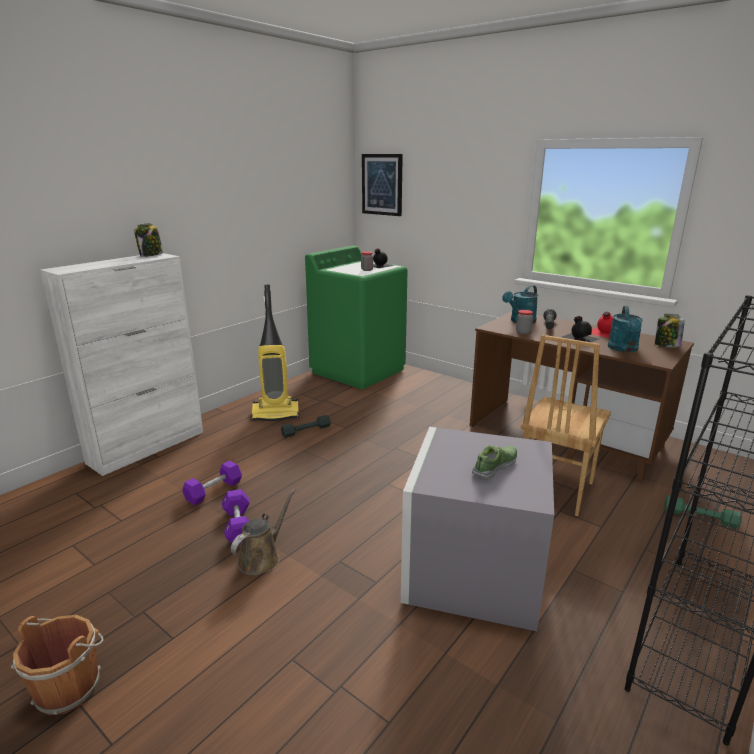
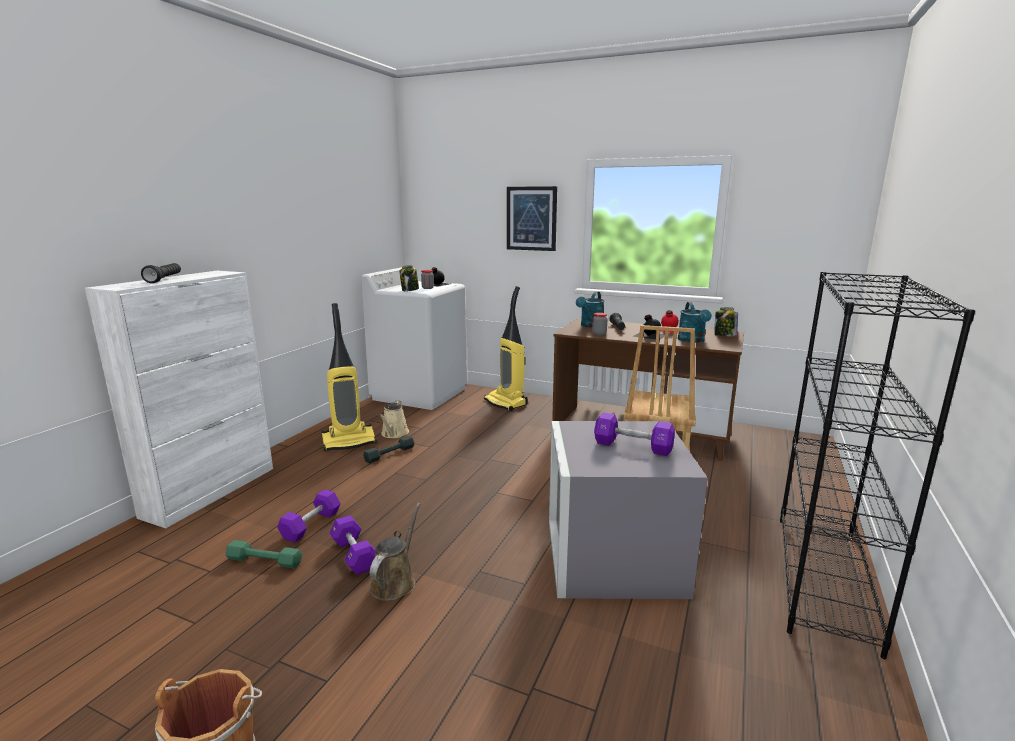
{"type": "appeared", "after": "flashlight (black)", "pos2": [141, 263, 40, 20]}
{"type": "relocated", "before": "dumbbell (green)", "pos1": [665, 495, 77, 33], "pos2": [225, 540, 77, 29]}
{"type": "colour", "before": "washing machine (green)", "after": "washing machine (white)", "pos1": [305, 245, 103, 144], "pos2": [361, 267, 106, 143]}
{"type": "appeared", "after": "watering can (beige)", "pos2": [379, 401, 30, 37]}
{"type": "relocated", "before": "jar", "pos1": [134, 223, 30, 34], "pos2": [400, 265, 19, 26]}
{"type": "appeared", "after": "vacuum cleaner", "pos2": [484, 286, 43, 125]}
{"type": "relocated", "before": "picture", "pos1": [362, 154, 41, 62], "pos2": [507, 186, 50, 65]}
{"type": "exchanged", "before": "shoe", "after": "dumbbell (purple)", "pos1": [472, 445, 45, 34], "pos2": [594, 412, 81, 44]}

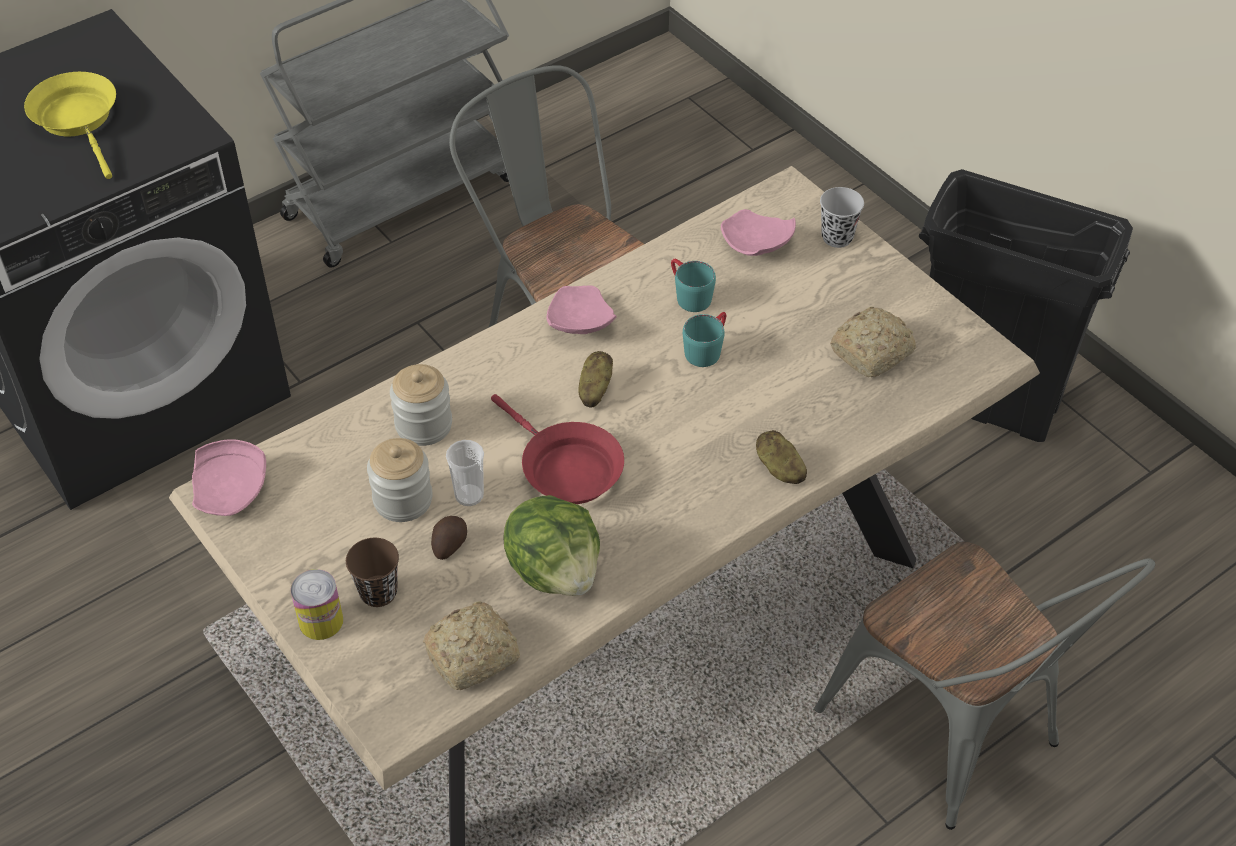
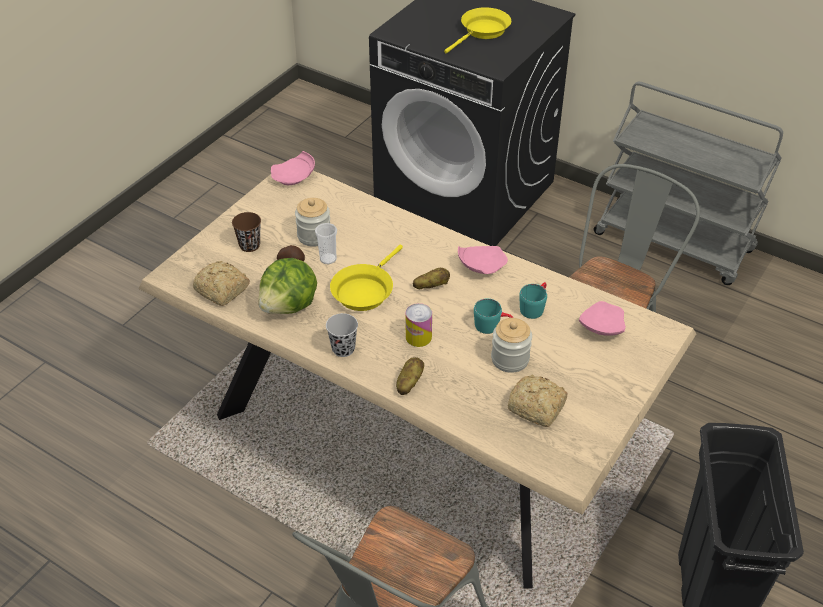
{"type": "relocated", "before": "cup (black)", "pos1": [820, 187, 44, 61], "pos2": [326, 313, 32, 44]}
{"type": "colour", "before": "frying pan (red)", "after": "frying pan (yellow)", "pos1": [491, 394, 133, 110], "pos2": [330, 245, 73, 66]}
{"type": "relocated", "before": "can", "pos1": [290, 569, 53, 71], "pos2": [406, 303, 26, 44]}
{"type": "relocated", "before": "jar", "pos1": [390, 364, 62, 82], "pos2": [491, 318, 41, 55]}

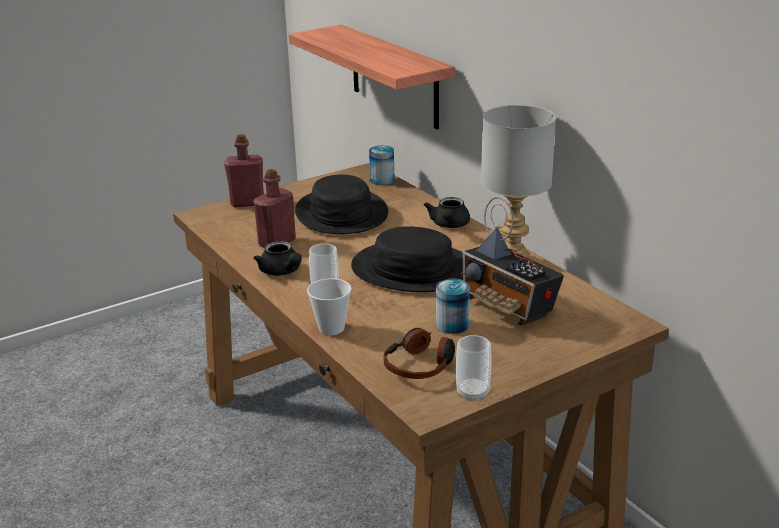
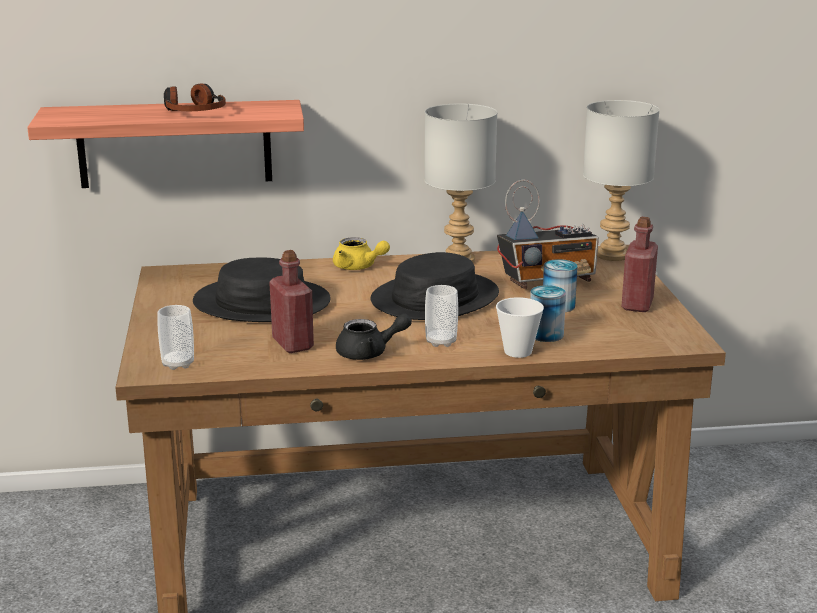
{"type": "relocated", "before": "cup", "pos1": [456, 335, 36, 67], "pos2": [157, 305, 37, 65]}
{"type": "relocated", "before": "headphones", "pos1": [384, 328, 71, 51], "pos2": [164, 84, 62, 27]}
{"type": "colour", "before": "teapot (black)", "after": "teapot (yellow)", "pos1": [424, 197, 46, 31], "pos2": [333, 237, 57, 33]}
{"type": "relocated", "before": "can", "pos1": [369, 145, 26, 40], "pos2": [530, 285, 36, 57]}
{"type": "appeared", "after": "table lamp (grey)", "pos2": [583, 100, 77, 161]}
{"type": "relocated", "before": "bottle (red)", "pos1": [224, 134, 40, 73], "pos2": [621, 217, 37, 95]}

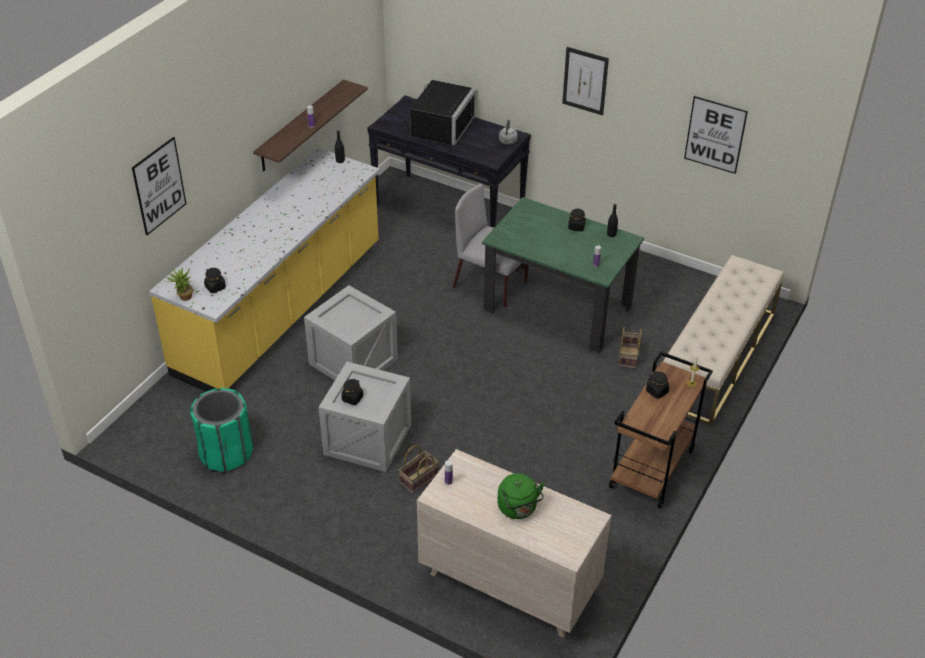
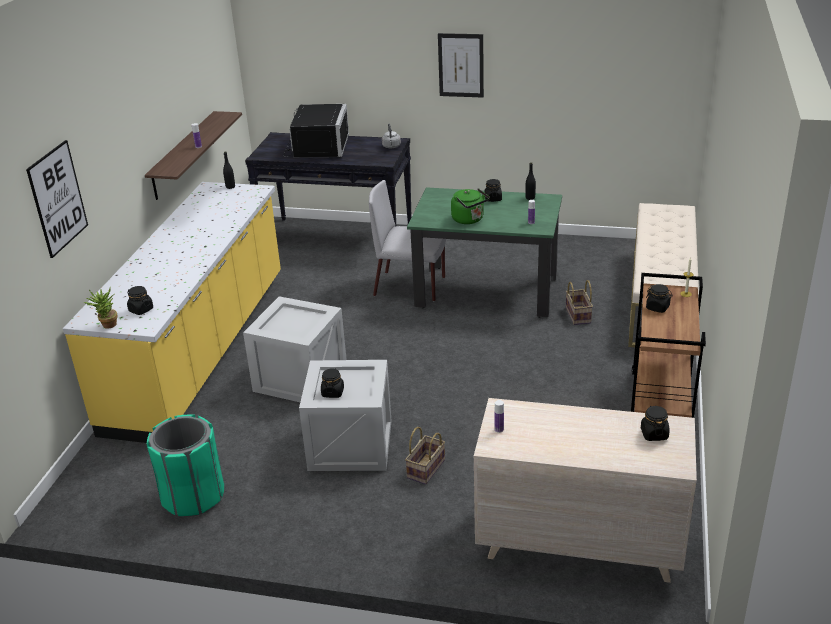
{"type": "relocated", "before": "kettle (green)", "pos1": [497, 473, 47, 46], "pos2": [451, 188, 39, 36]}
{"type": "appeared", "after": "jar (black)", "pos2": [641, 406, 29, 35]}
{"type": "missing", "before": "picture", "pos1": [684, 96, 64, 78]}

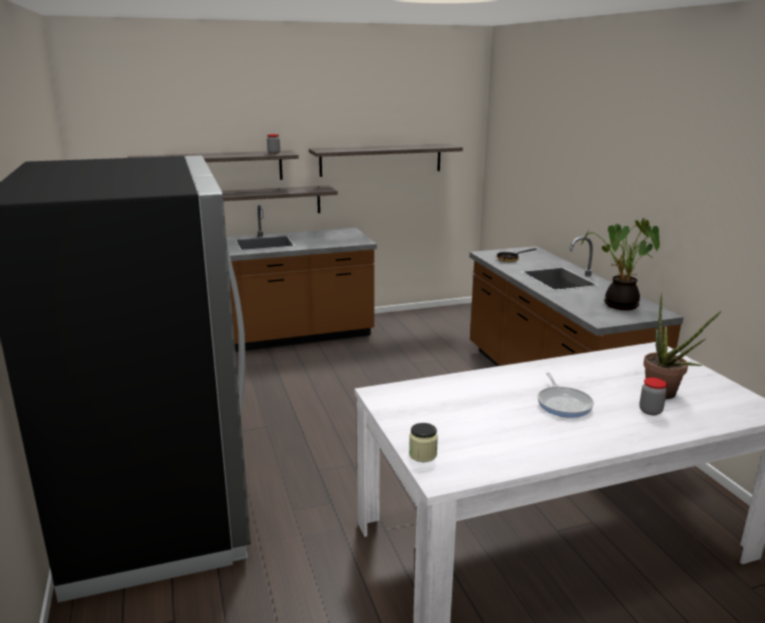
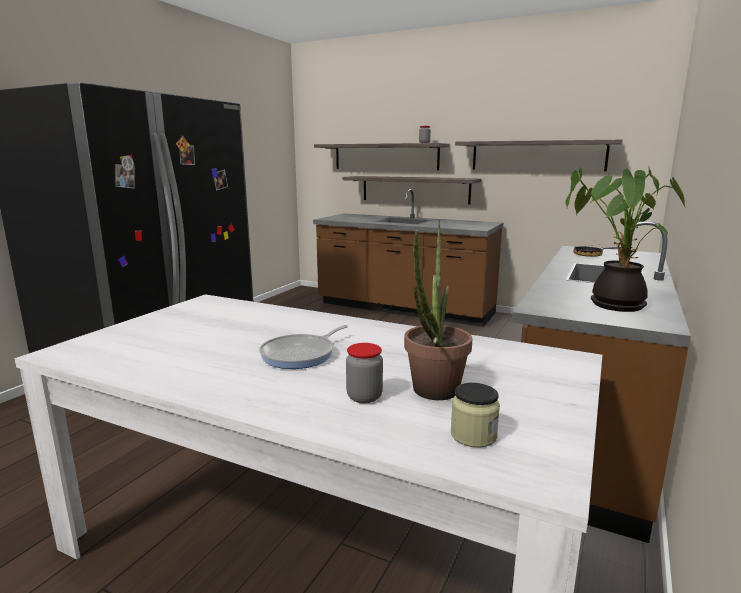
{"type": "relocated", "before": "jar", "pos1": [409, 423, 29, 39], "pos2": [451, 383, 49, 65]}

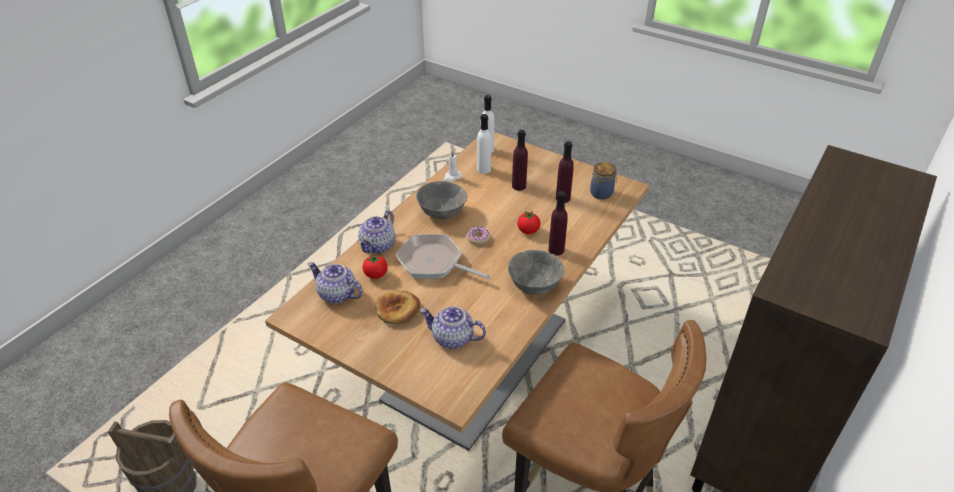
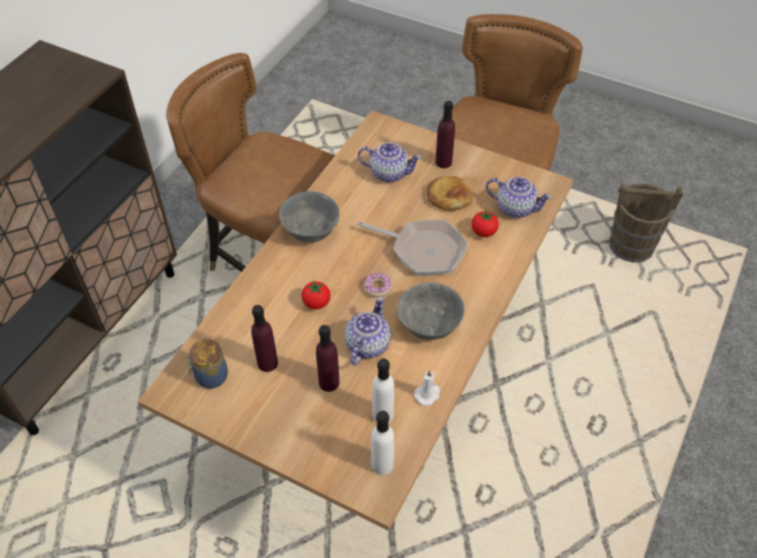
{"type": "relocated", "before": "teapot", "pos1": [358, 210, 37, 44], "pos2": [344, 297, 47, 69]}
{"type": "relocated", "before": "bottle (purple)", "pos1": [548, 191, 20, 65], "pos2": [435, 101, 20, 67]}

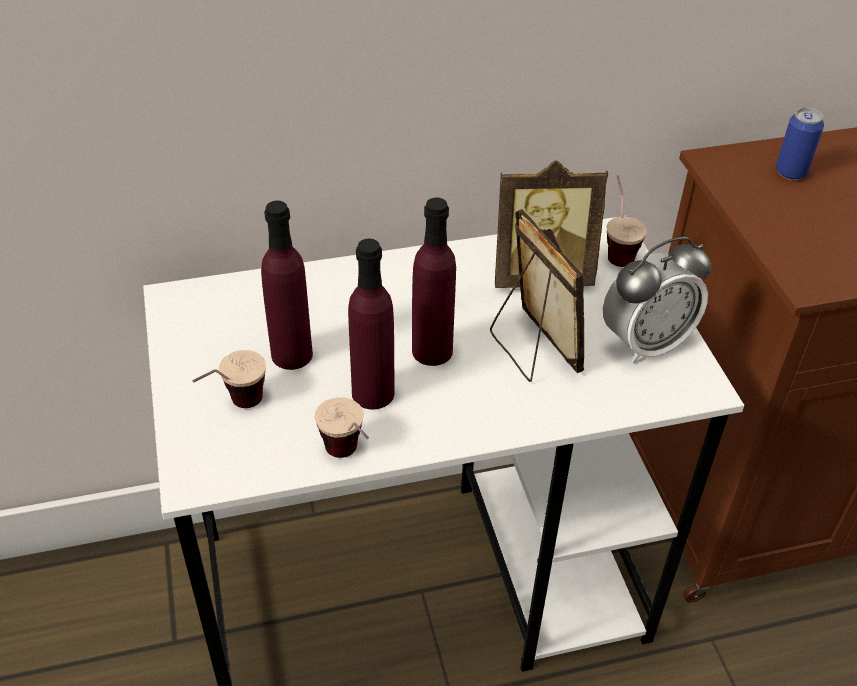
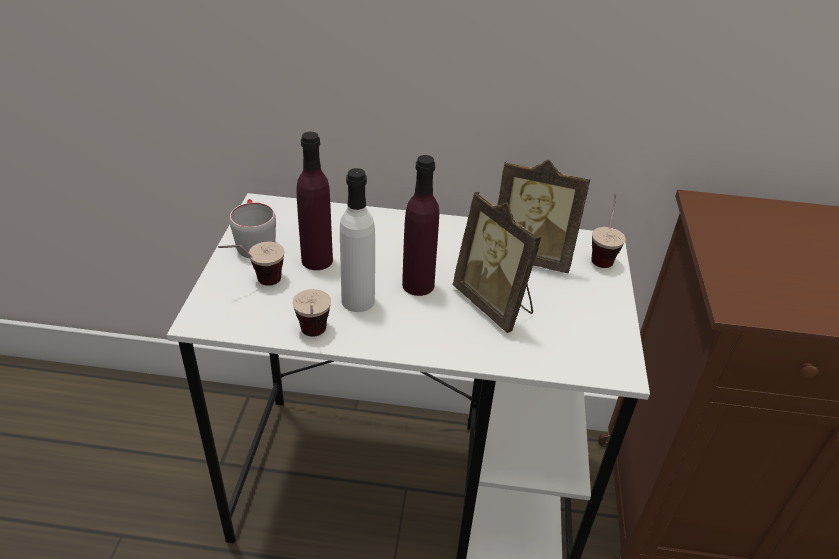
{"type": "appeared", "after": "mug (grey)", "pos2": [229, 199, 47, 59]}
{"type": "colour", "before": "bottle (purple)", "after": "bottle (white)", "pos1": [348, 238, 46, 172], "pos2": [340, 168, 35, 144]}
{"type": "spun", "before": "picture frame", "pos1": [490, 209, 94, 173], "pos2": [452, 192, 89, 141], "turn": 150}
{"type": "missing", "before": "alarm clock", "pos1": [603, 237, 108, 126]}
{"type": "missing", "before": "can", "pos1": [776, 107, 48, 73]}

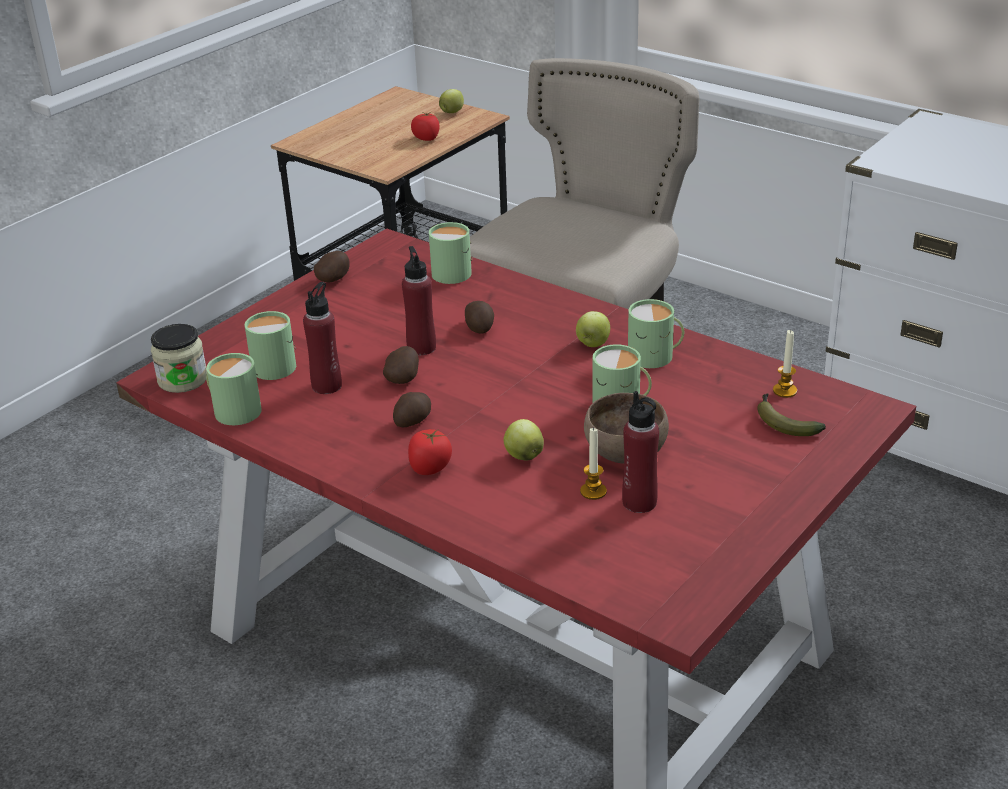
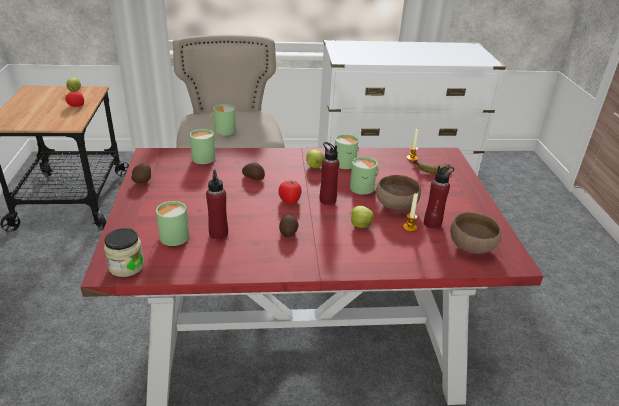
{"type": "relocated", "before": "mug (green)", "pos1": [206, 353, 56, 72], "pos2": [209, 104, 27, 31]}
{"type": "relocated", "before": "tomato", "pos1": [408, 429, 44, 46], "pos2": [278, 179, 24, 25]}
{"type": "relocated", "before": "bottle (red)", "pos1": [402, 246, 34, 109], "pos2": [320, 142, 19, 63]}
{"type": "appeared", "after": "bowl (brown)", "pos2": [450, 212, 51, 42]}
{"type": "missing", "before": "potato", "pos1": [383, 346, 36, 38]}

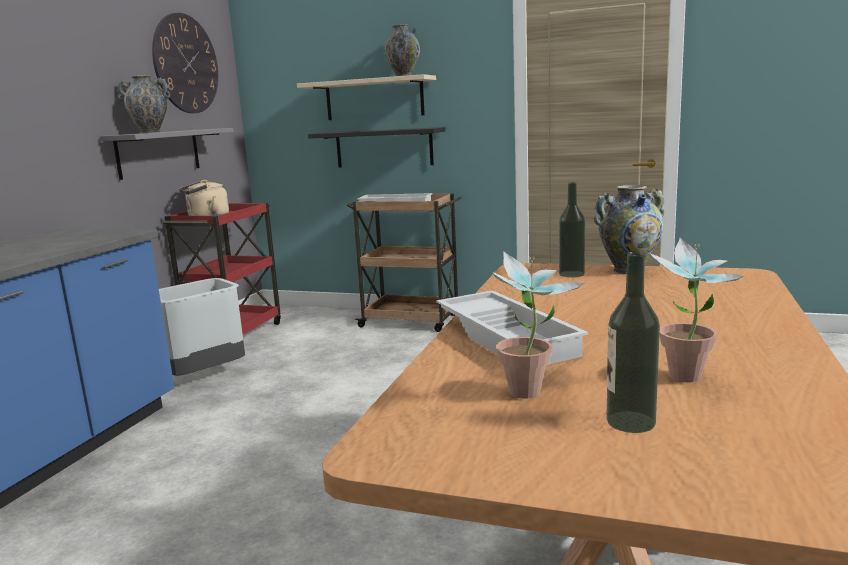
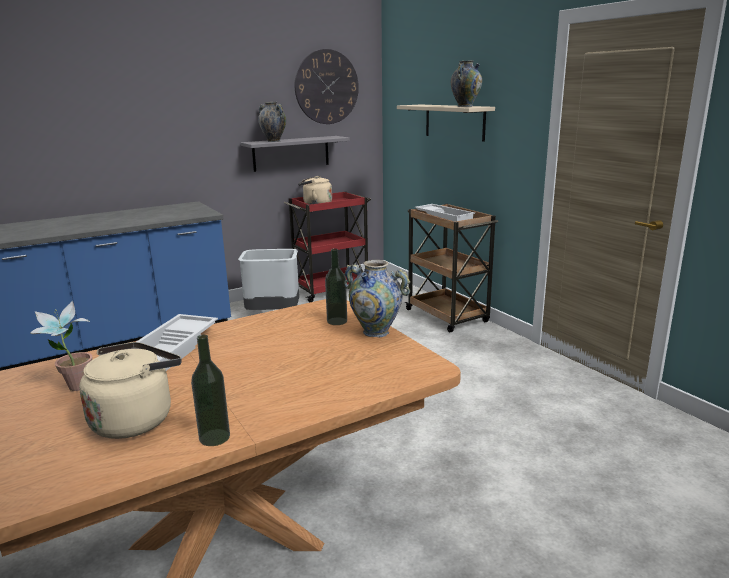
{"type": "exchanged", "before": "potted plant", "after": "kettle (beige)", "pos1": [650, 238, 94, 144], "pos2": [79, 342, 103, 97]}
{"type": "relocated", "before": "bottle", "pos1": [606, 252, 54, 181], "pos2": [191, 335, 39, 111]}
{"type": "missing", "before": "shelf (black)", "pos1": [308, 127, 137, 41]}

